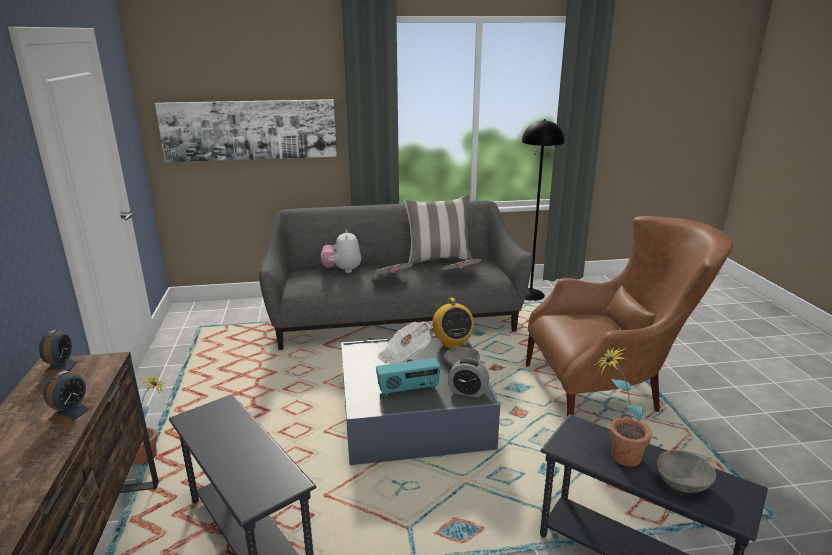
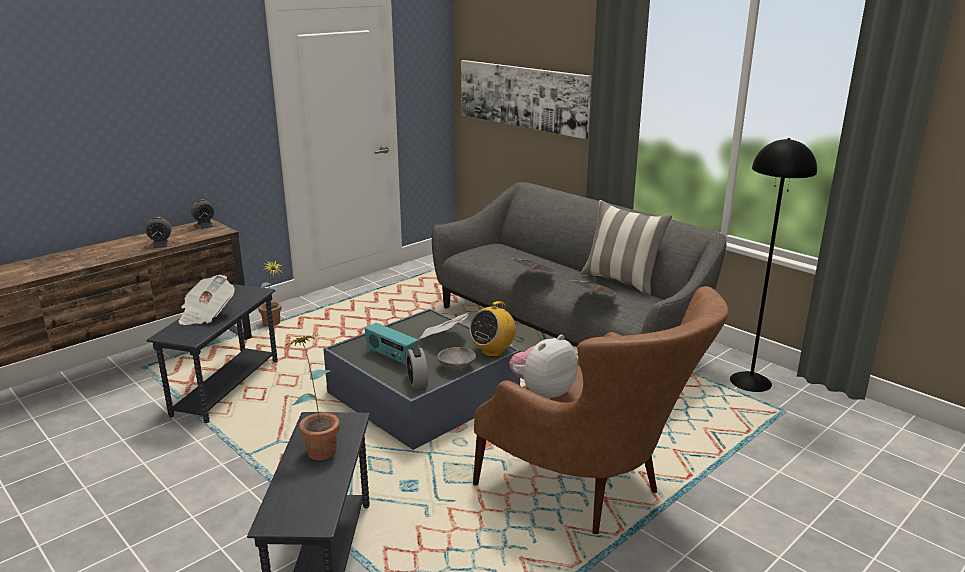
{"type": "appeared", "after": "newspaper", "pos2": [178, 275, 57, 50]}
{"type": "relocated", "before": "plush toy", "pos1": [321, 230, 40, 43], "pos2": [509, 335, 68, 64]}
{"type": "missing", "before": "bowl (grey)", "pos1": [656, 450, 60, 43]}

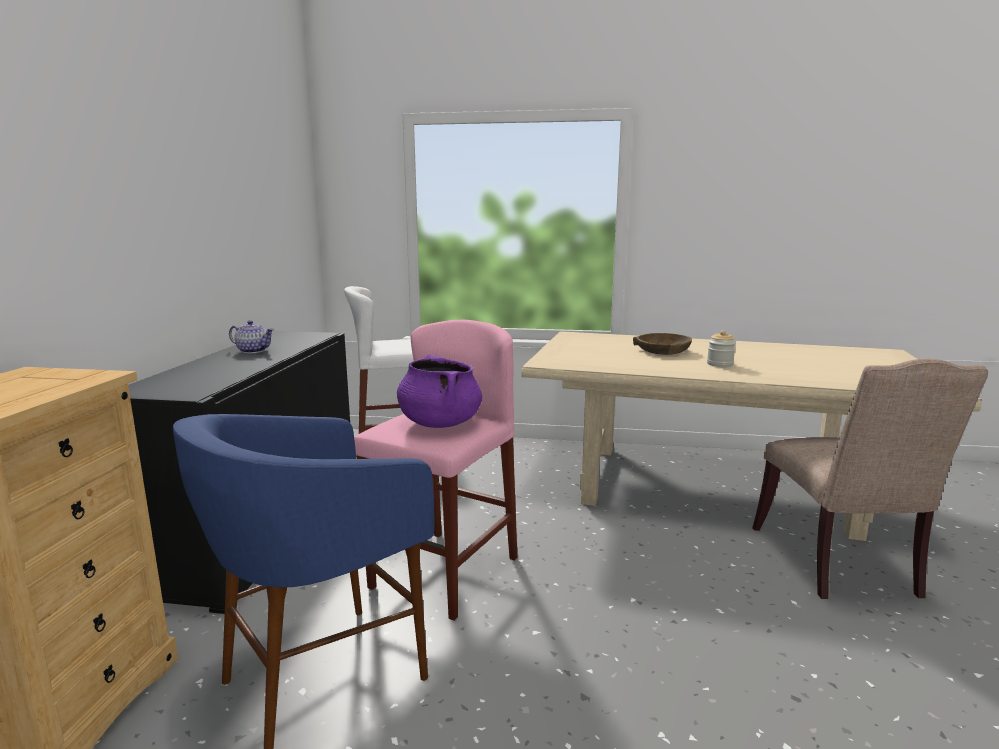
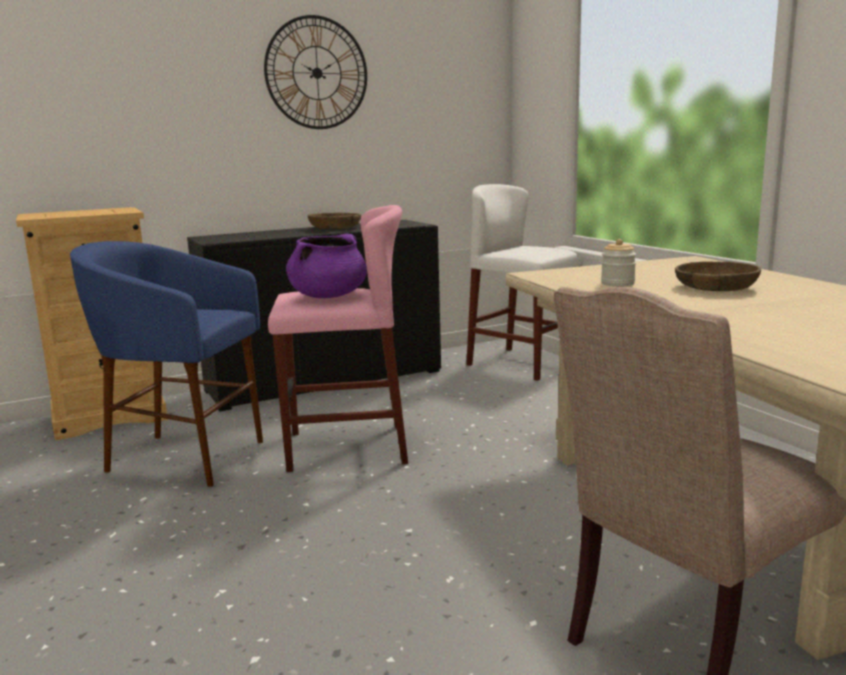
{"type": "appeared", "after": "wall clock", "pos2": [264, 15, 103, 114]}
{"type": "exchanged", "before": "teapot", "after": "bowl (brown)", "pos1": [229, 320, 45, 33], "pos2": [307, 213, 54, 16]}
{"type": "relocated", "before": "jar", "pos1": [707, 331, 29, 36], "pos2": [601, 239, 35, 47]}

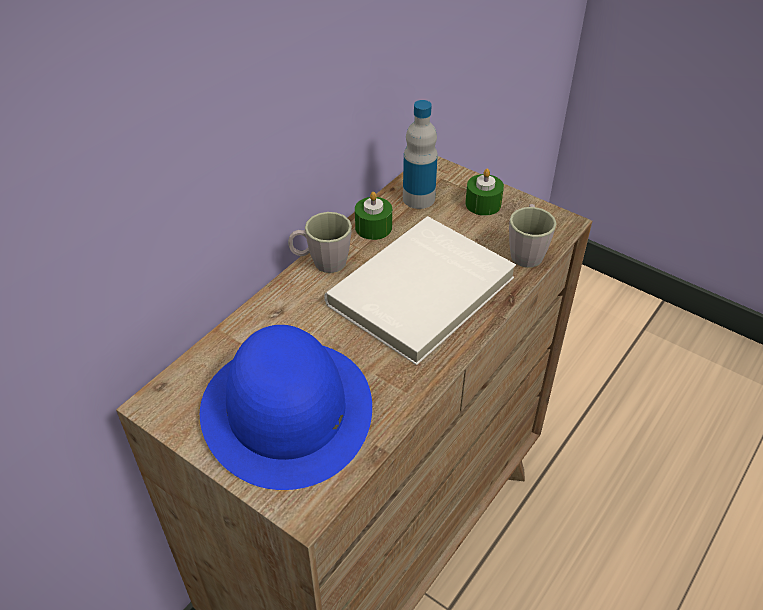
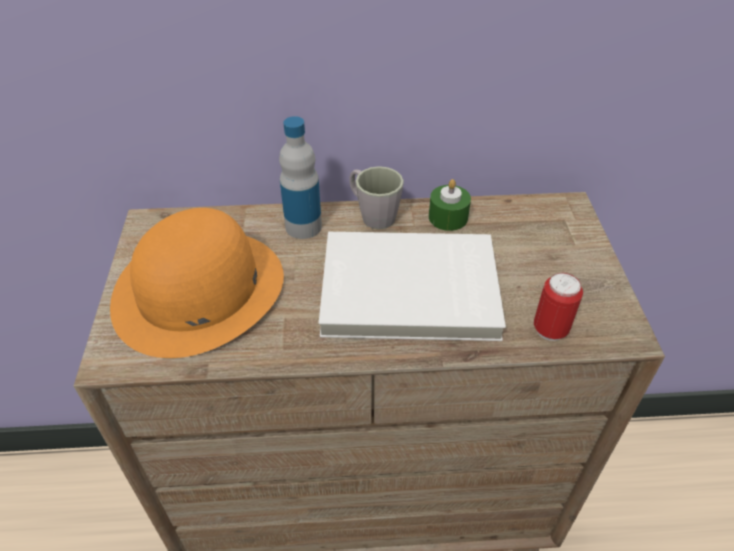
{"type": "colour", "before": "hat (blue)", "after": "hat (orange)", "pos1": [200, 325, 172, 165], "pos2": [110, 208, 174, 150]}
{"type": "relocated", "before": "bottle", "pos1": [403, 100, 35, 109], "pos2": [279, 116, 43, 123]}
{"type": "exchanged", "before": "mug (grey)", "after": "can", "pos1": [509, 204, 48, 64], "pos2": [534, 273, 49, 68]}
{"type": "missing", "before": "candle (green)", "pos1": [465, 168, 39, 48]}

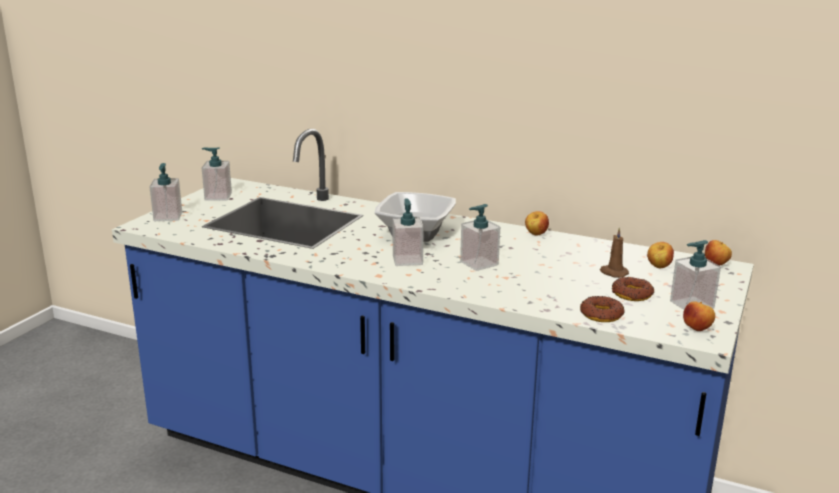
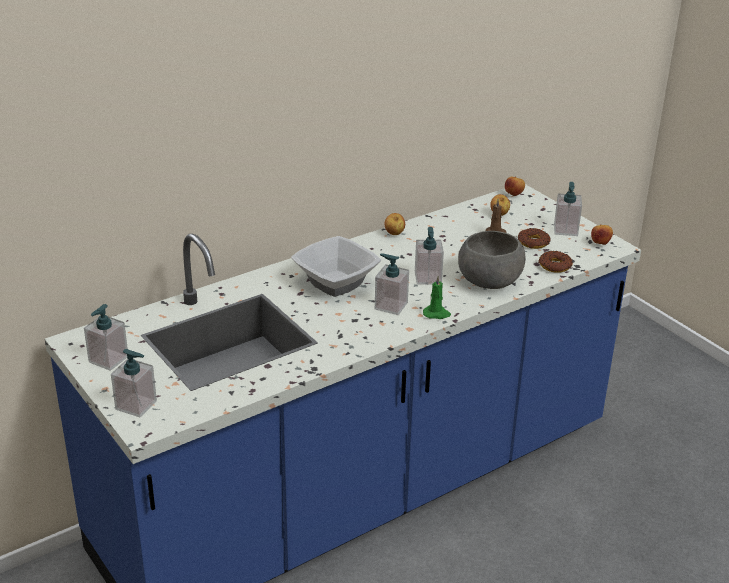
{"type": "appeared", "after": "candle (green)", "pos2": [423, 276, 28, 43]}
{"type": "appeared", "after": "bowl (grey)", "pos2": [458, 231, 67, 58]}

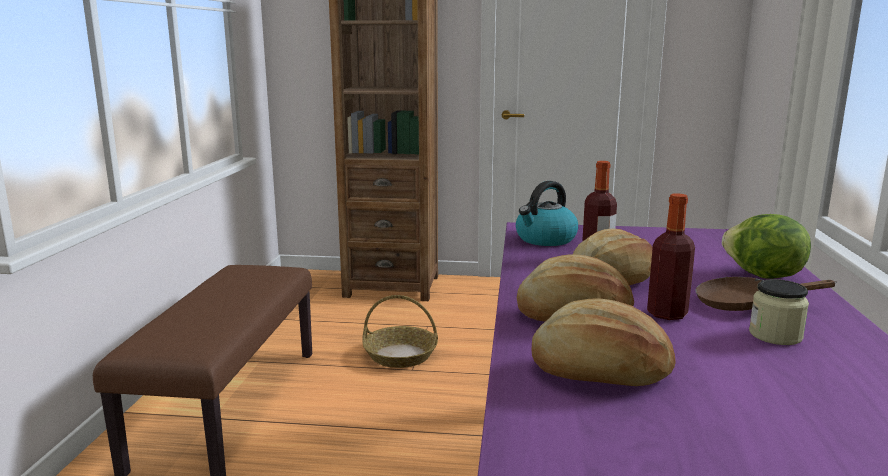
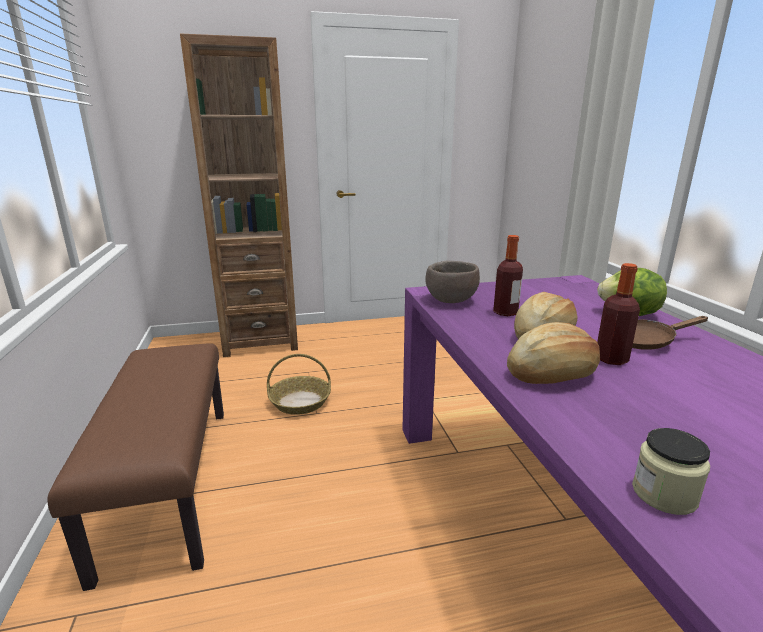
{"type": "exchanged", "before": "kettle", "after": "bowl (brown)", "pos1": [516, 181, 62, 65], "pos2": [425, 261, 55, 42]}
{"type": "relocated", "before": "jar", "pos1": [749, 279, 60, 66], "pos2": [632, 428, 78, 87]}
{"type": "missing", "before": "bread", "pos1": [532, 299, 144, 87]}

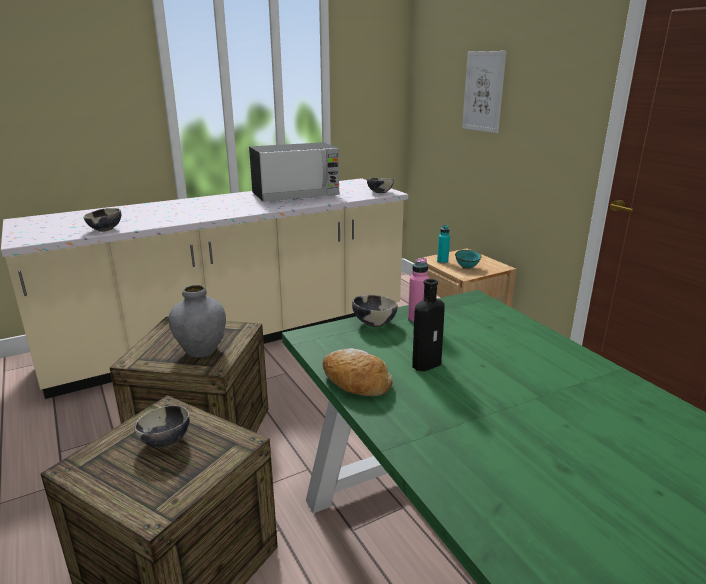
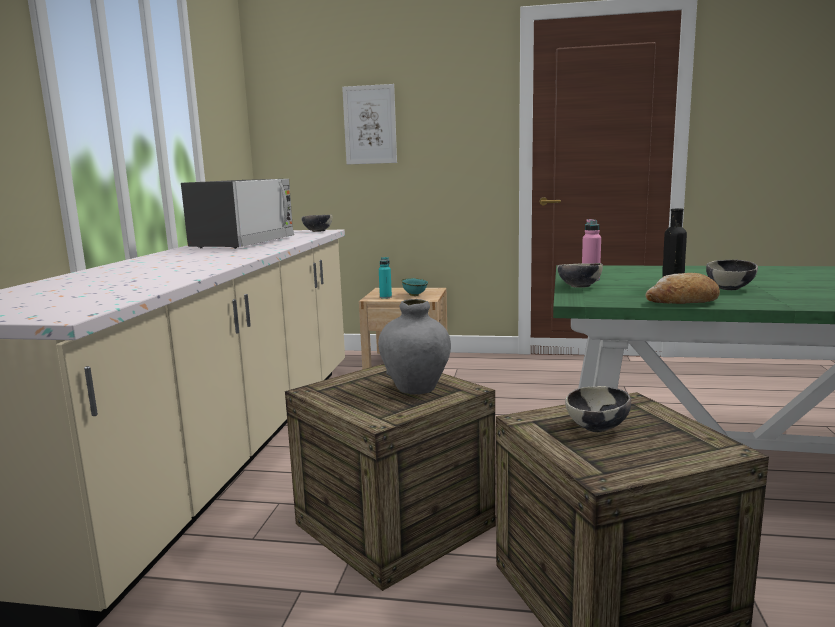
{"type": "relocated", "before": "bowl", "pos1": [83, 208, 38, 24], "pos2": [706, 260, 52, 30]}

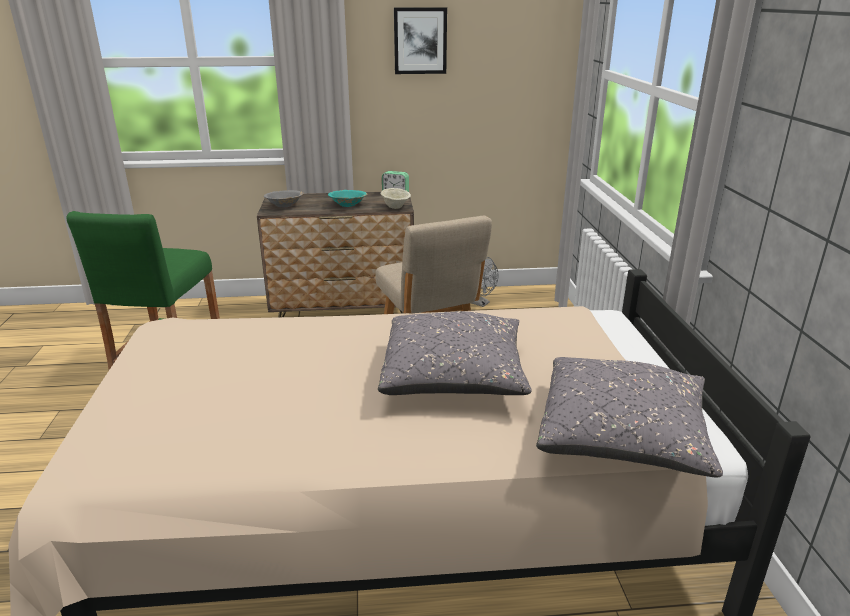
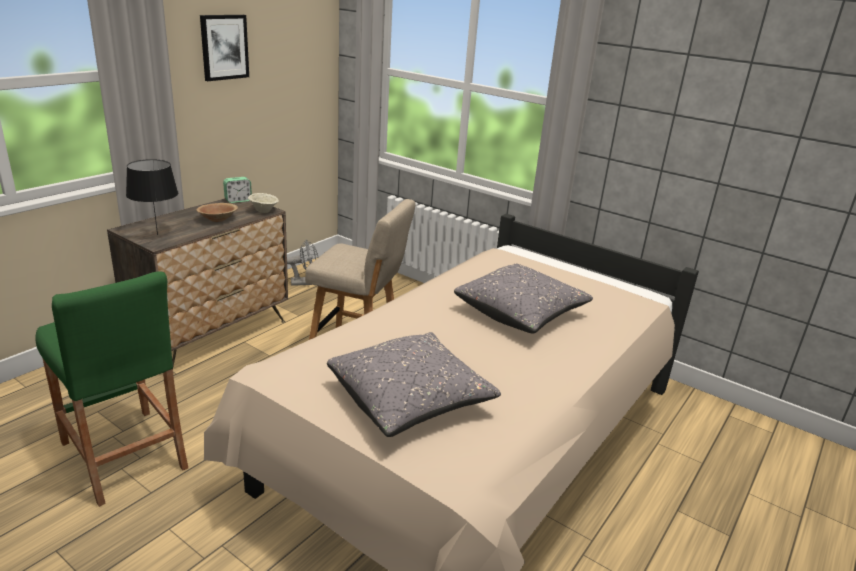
{"type": "exchanged", "before": "bowl (grey)", "after": "table lamp (black)", "pos1": [264, 190, 39, 18], "pos2": [126, 159, 52, 76]}
{"type": "colour", "before": "bowl (turquoise)", "after": "bowl (brown)", "pos1": [328, 190, 39, 17], "pos2": [196, 203, 42, 19]}
{"type": "relocated", "before": "pillow (grey)", "pos1": [536, 357, 187, 120], "pos2": [327, 332, 174, 105]}

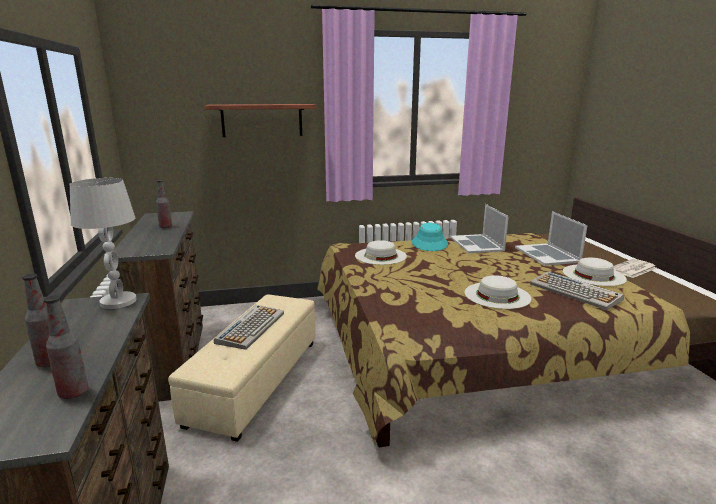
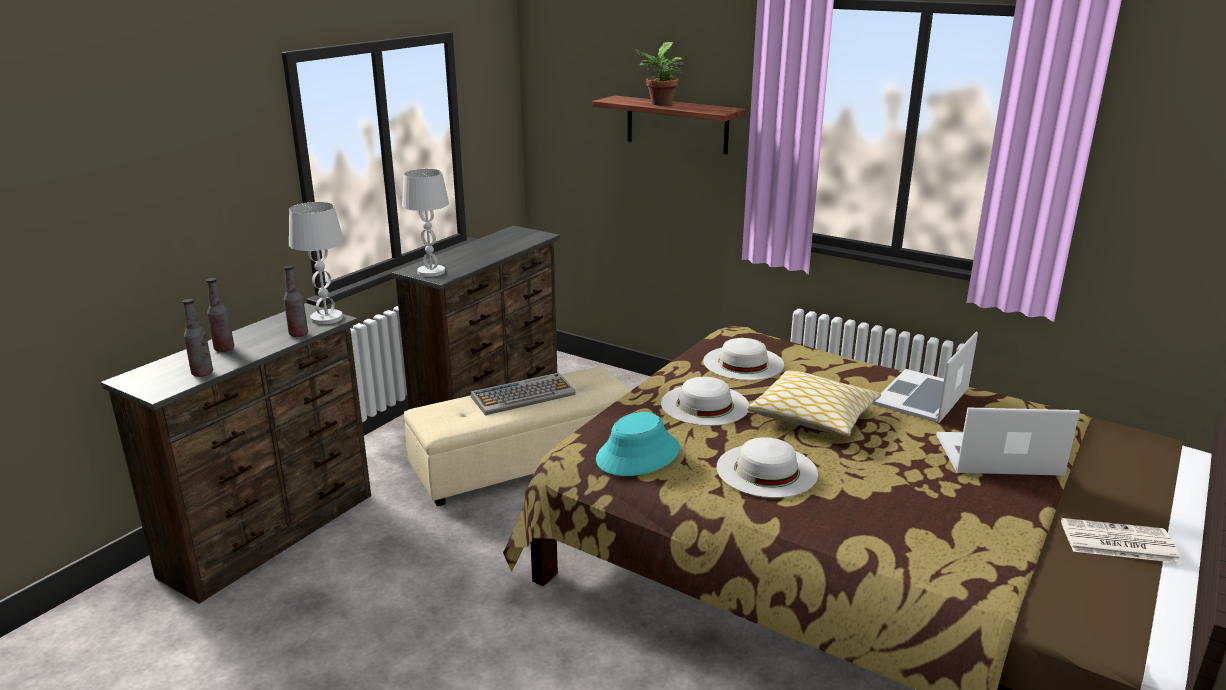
{"type": "relocated", "before": "bottle", "pos1": [156, 180, 16, 48], "pos2": [284, 265, 24, 72]}
{"type": "appeared", "after": "table lamp (white)", "pos2": [402, 169, 47, 108]}
{"type": "relocated", "before": "hat (turquoise)", "pos1": [412, 223, 36, 28], "pos2": [596, 412, 84, 64]}
{"type": "appeared", "after": "potted plant", "pos2": [632, 42, 52, 64]}
{"type": "relocated", "before": "hat (white)", "pos1": [563, 258, 64, 28], "pos2": [661, 377, 88, 49]}
{"type": "appeared", "after": "pillow", "pos2": [747, 371, 134, 66]}
{"type": "spun", "before": "laptop", "pos1": [515, 211, 73, 55], "pos2": [936, 407, 144, 69], "turn": 60}
{"type": "missing", "before": "keyboard", "pos1": [530, 272, 94, 38]}

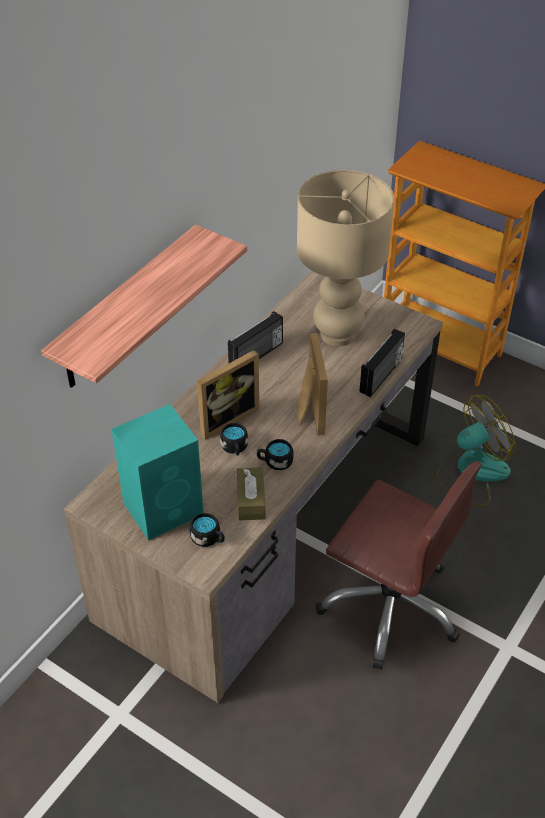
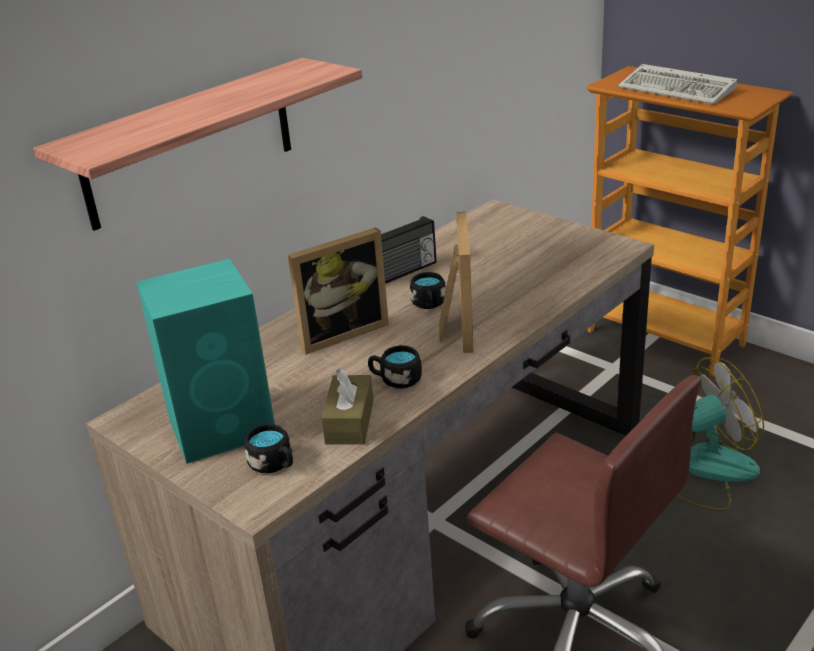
{"type": "relocated", "before": "mug (black)", "pos1": [220, 423, 28, 33], "pos2": [410, 272, 36, 37]}
{"type": "appeared", "after": "keyboard", "pos2": [618, 64, 119, 41]}
{"type": "missing", "before": "table lamp (beige)", "pos1": [297, 170, 98, 176]}
{"type": "missing", "before": "radio", "pos1": [360, 329, 45, 68]}

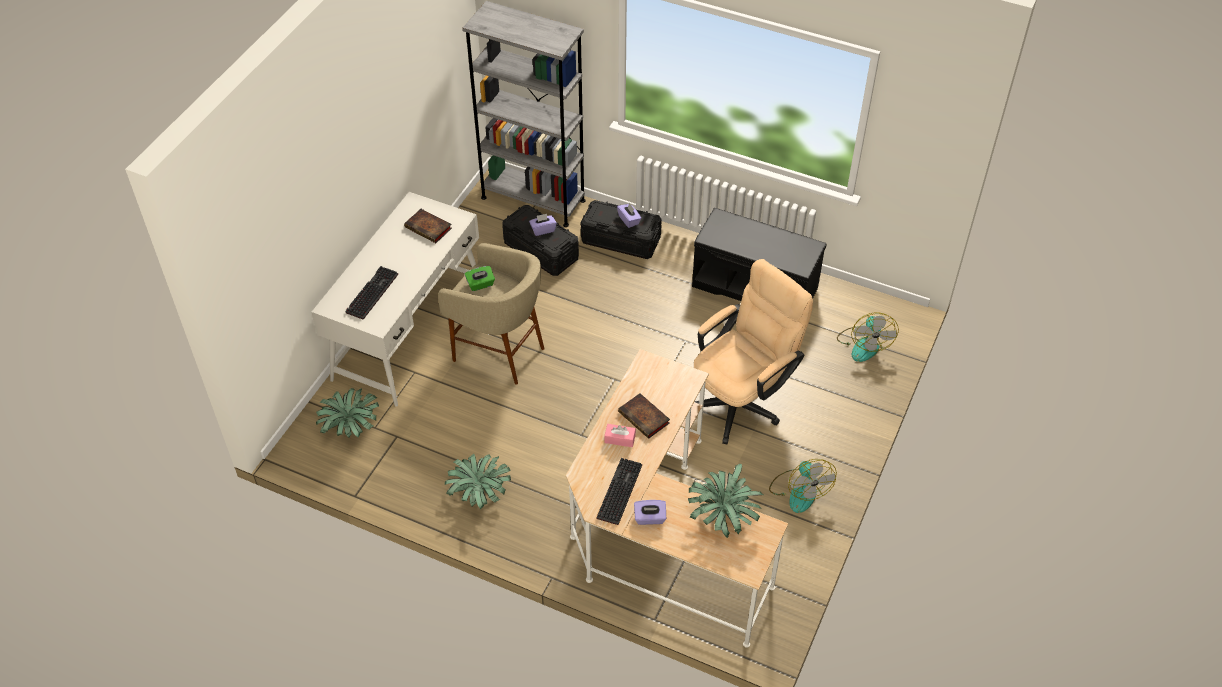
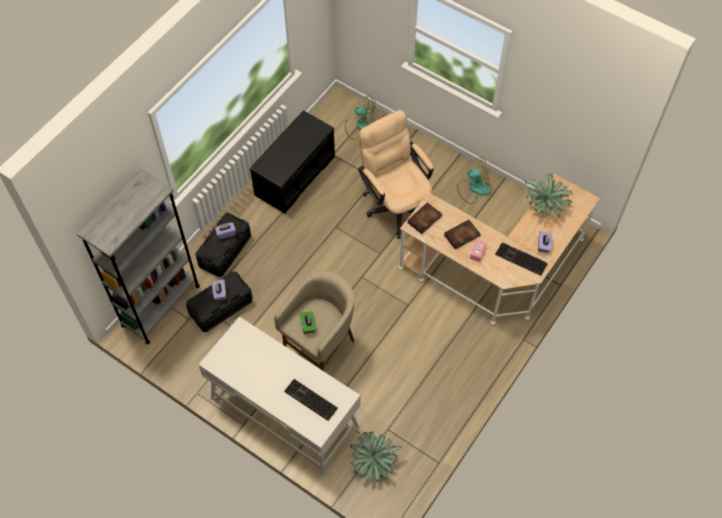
{"type": "relocated", "before": "book", "pos1": [404, 209, 48, 34], "pos2": [407, 202, 35, 32]}
{"type": "missing", "before": "potted plant", "pos1": [445, 454, 66, 55]}

